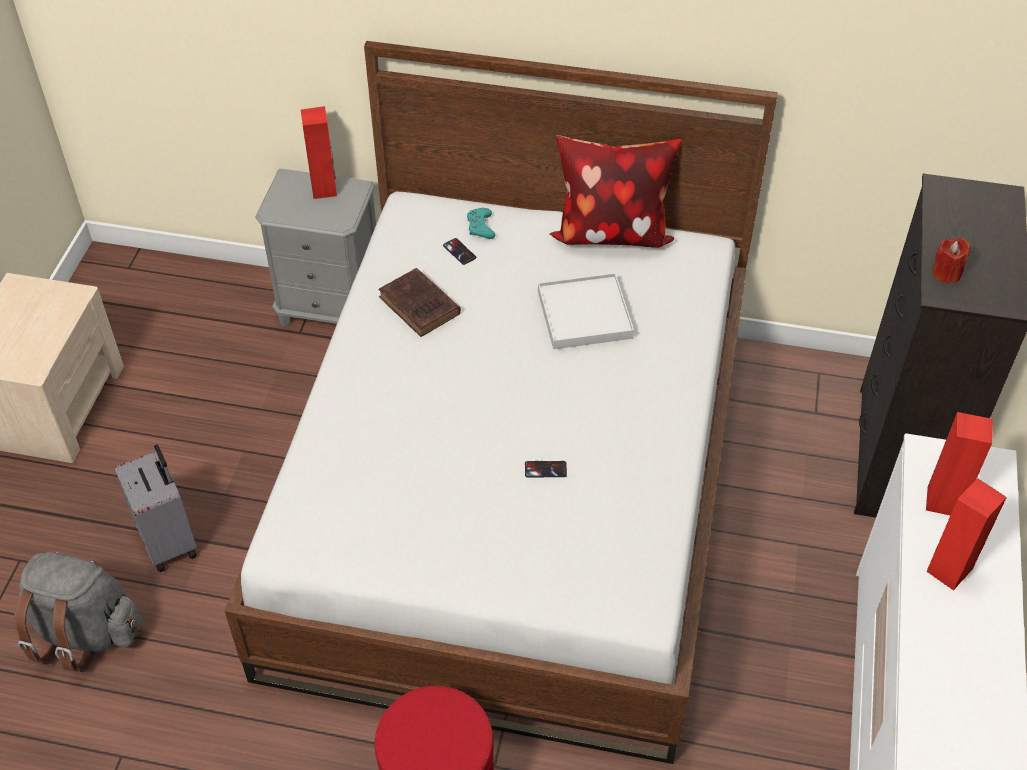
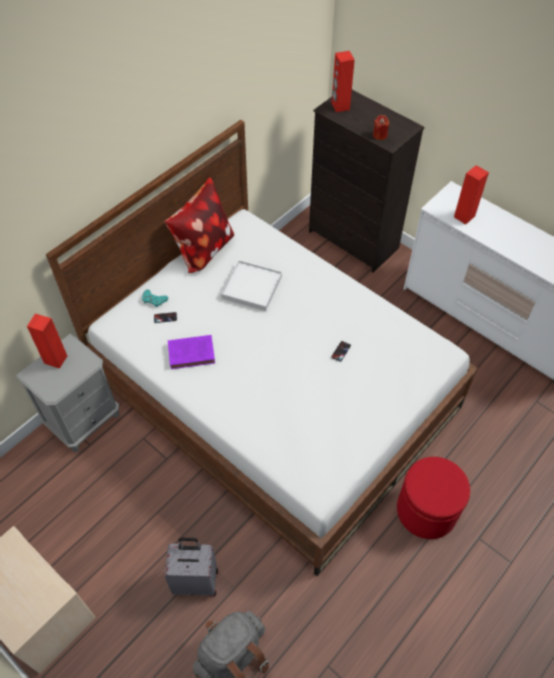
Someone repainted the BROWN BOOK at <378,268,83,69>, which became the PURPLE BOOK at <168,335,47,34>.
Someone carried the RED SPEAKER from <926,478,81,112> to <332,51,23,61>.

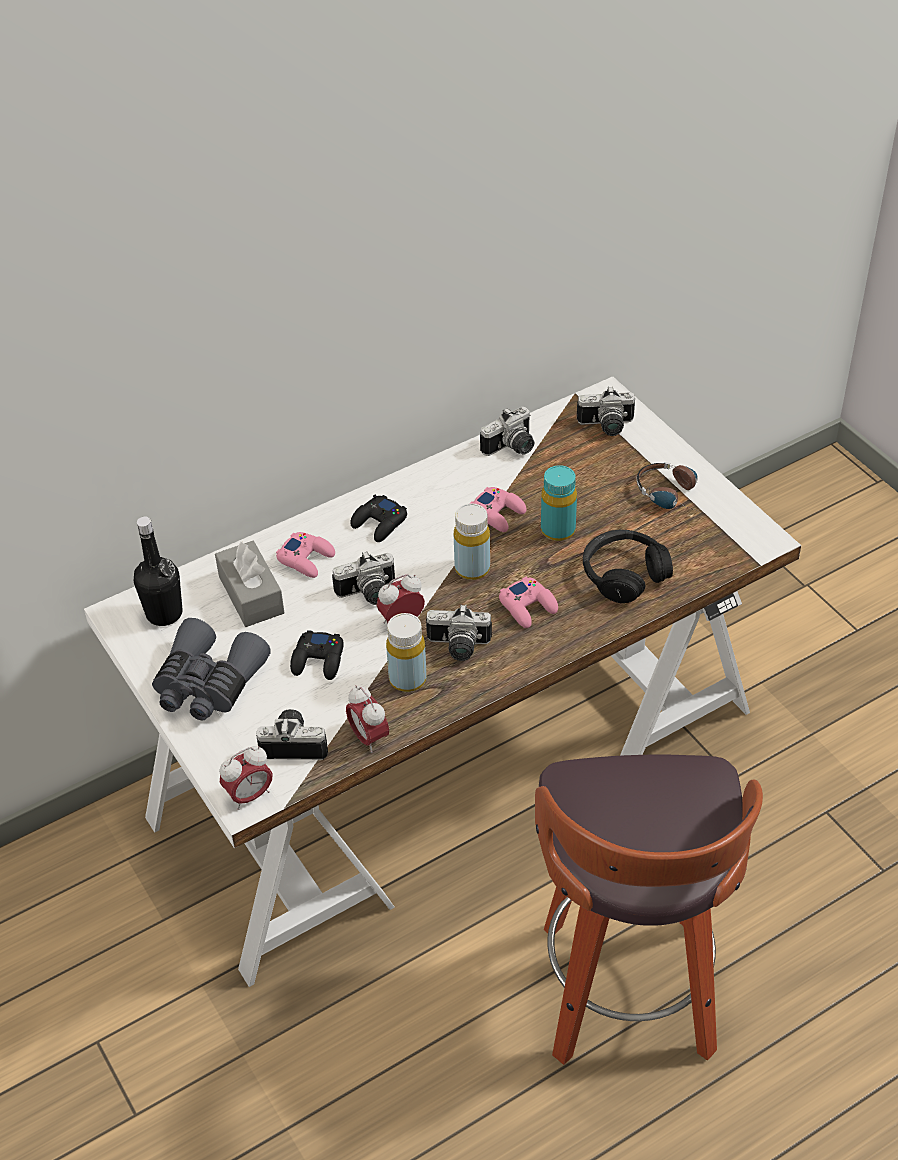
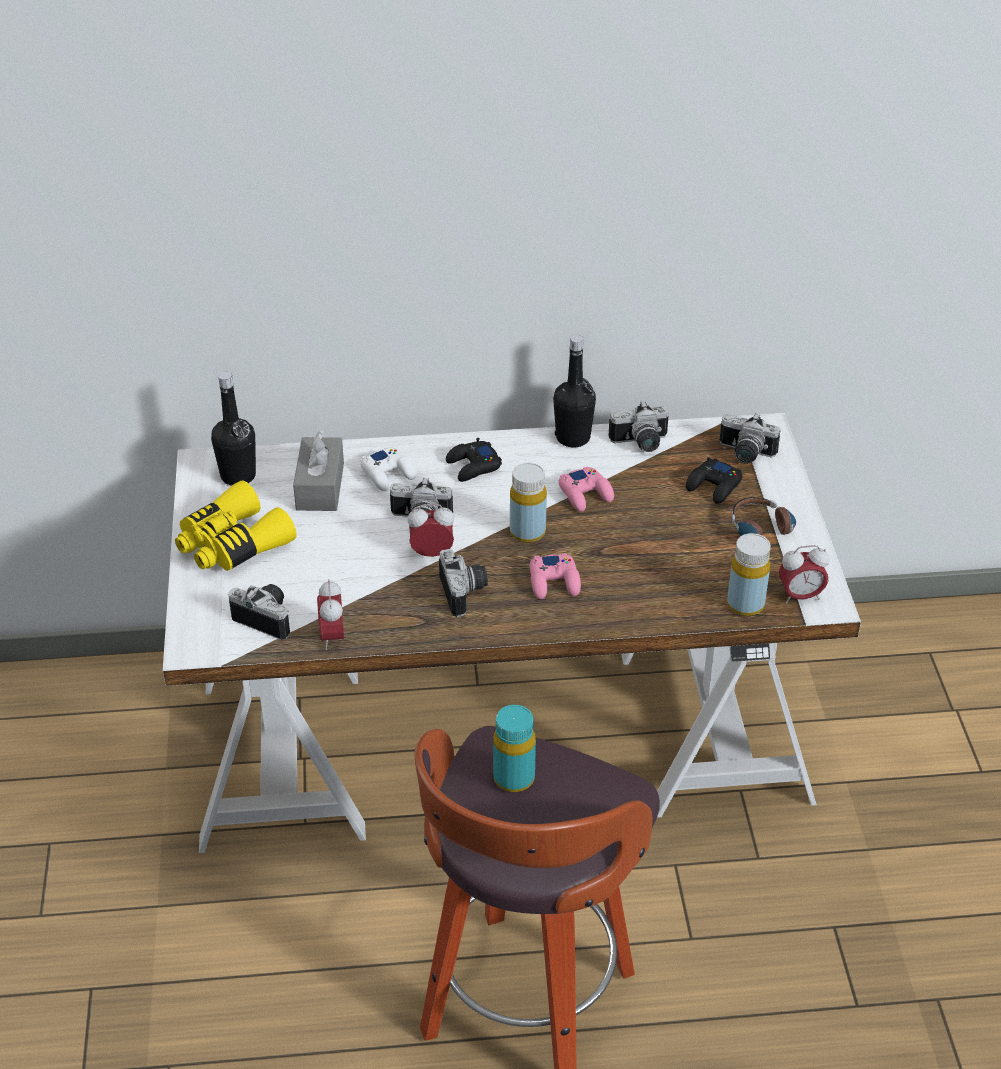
Someone carried the TURQUOISE BOTTLE from <541,465,36,76> to <493,705,43,87>.
Someone took away the BLACK HEADPHONES at <583,530,90,73>.
Someone repainted the PINK GAME CONTROLLER at <276,532,59,46>, which became the WHITE GAME CONTROLLER at <360,447,56,44>.
Someone rotated the PHOTO CAMERA at <426,604,66,57> by 135 degrees counterclockwise.
Someone carried the YELLOW BOTTLE from <386,613,41,79> to <727,533,44,83>.
Someone repainted the GREY BINOCULARS at <152,618,119,103>, which became the YELLOW BINOCULARS at <175,480,121,91>.
Someone carried the BLACK GAME CONTROLLER from <290,630,54,50> to <686,457,56,47>.
Someone carried the ALARM CLOCK from <220,746,53,64> to <779,545,50,58>.
Someone put down the BLACK BOTTLE at <553,335,43,112>.

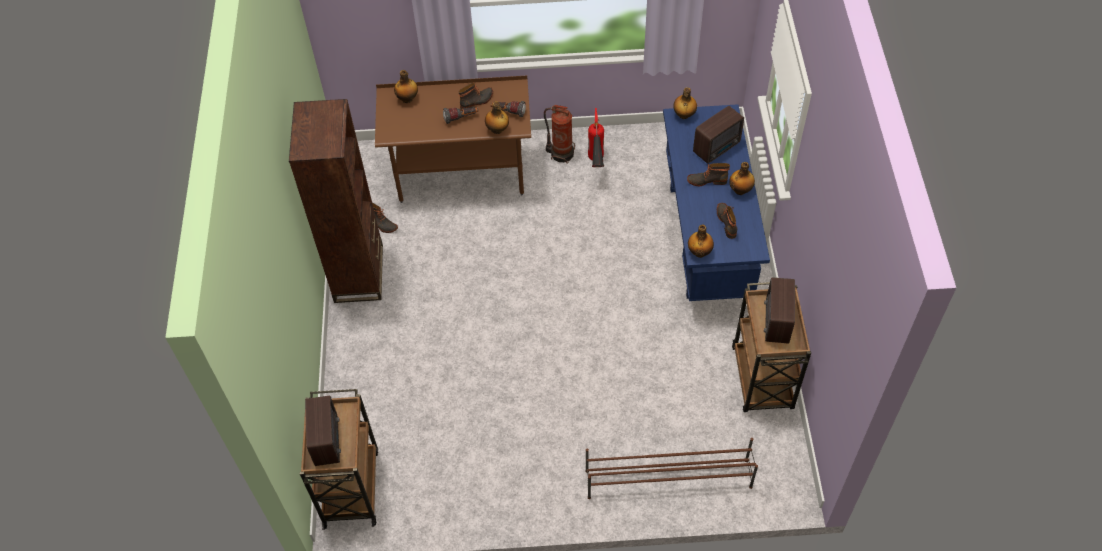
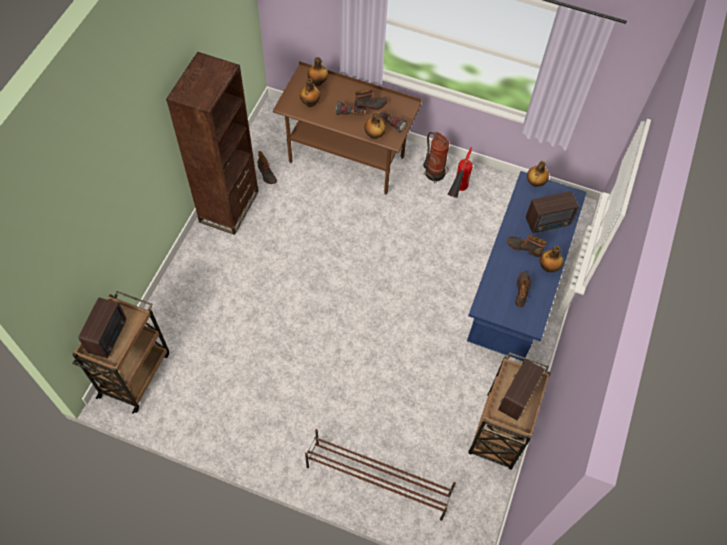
Someone carried the BOTTLE from <688,225,26,33> to <300,78,20,29>.

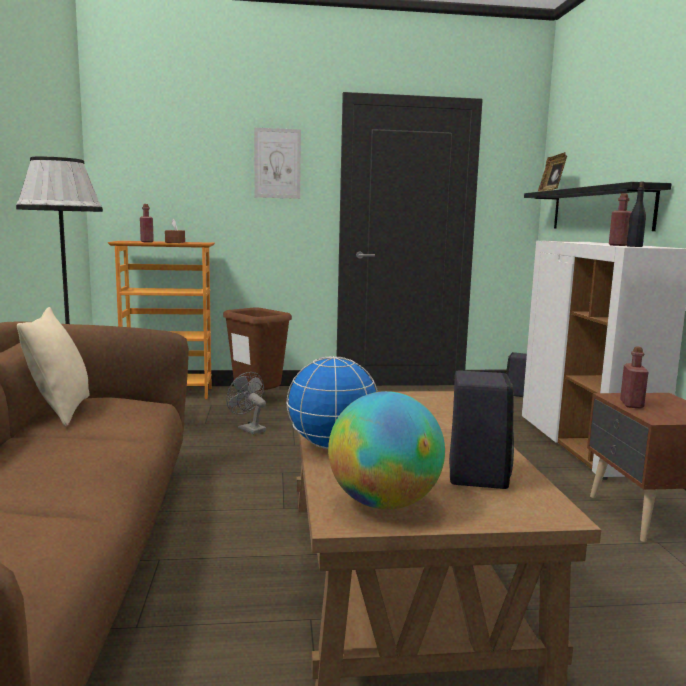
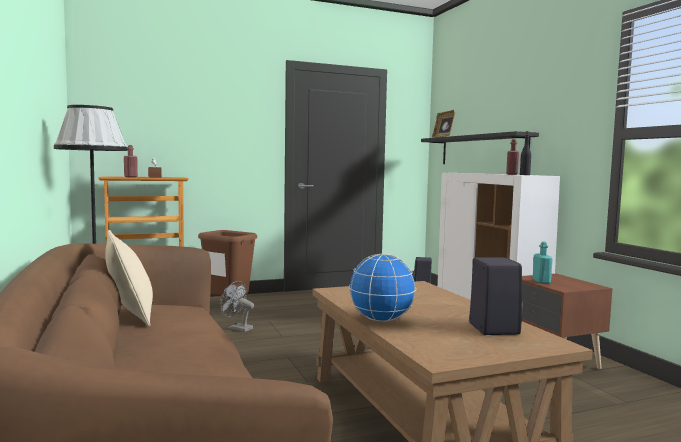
Someone took away the PICTURE at <254,128,47,71>.
Someone repainted the RED BOTTLE at <620,346,28,63>, which became the TURQUOISE BOTTLE at <533,242,20,42>.
Someone took away the GLOBE at <328,391,117,119>.

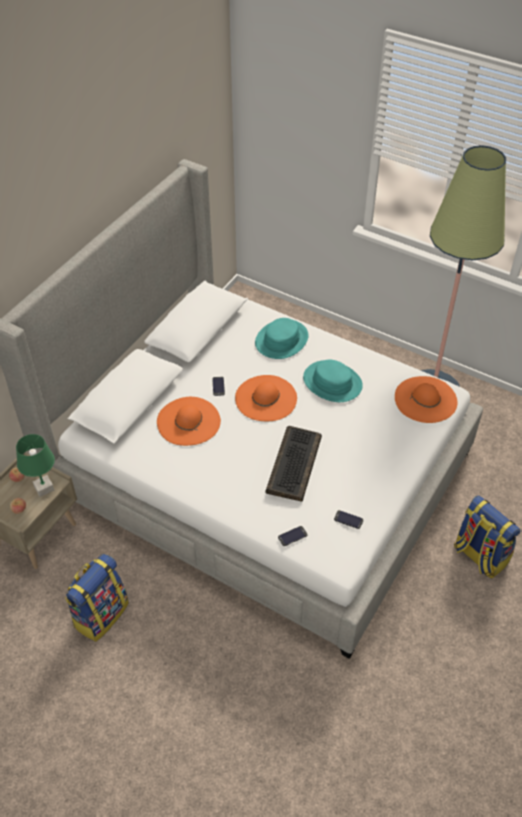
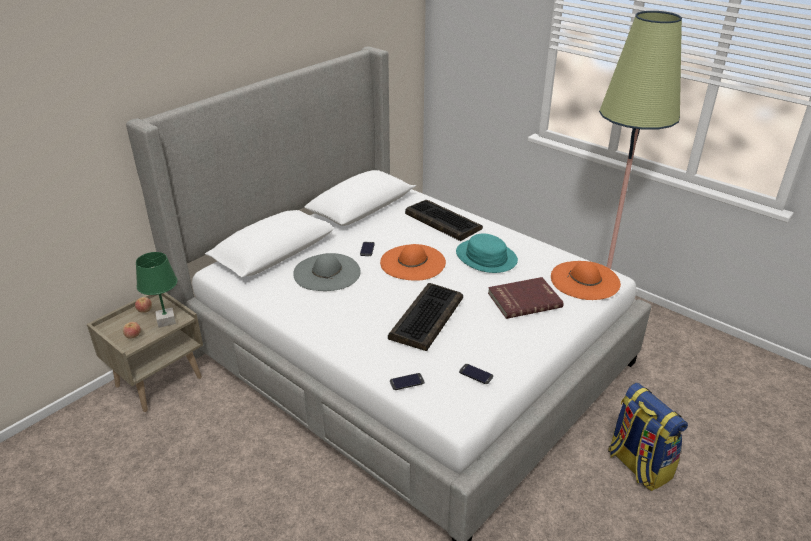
Someone swapped the TURQUOISE HAT at <255,318,54,41> for the KEYBOARD at <405,200,78,41>.
Someone repainted the ORANGE HAT at <157,397,64,49>, which became the GREY HAT at <293,253,68,38>.
Someone took away the BACKPACK at <65,554,64,88>.
Someone put down the RED BOOK at <488,277,76,42>.

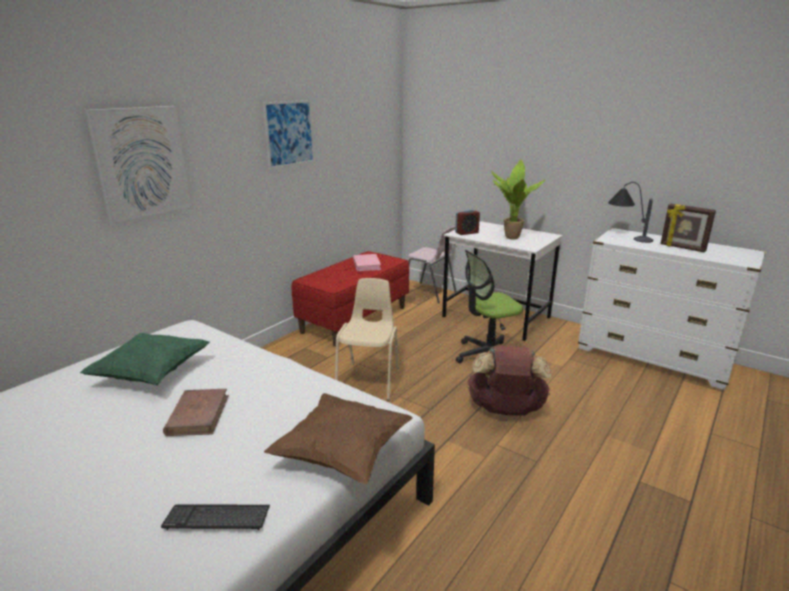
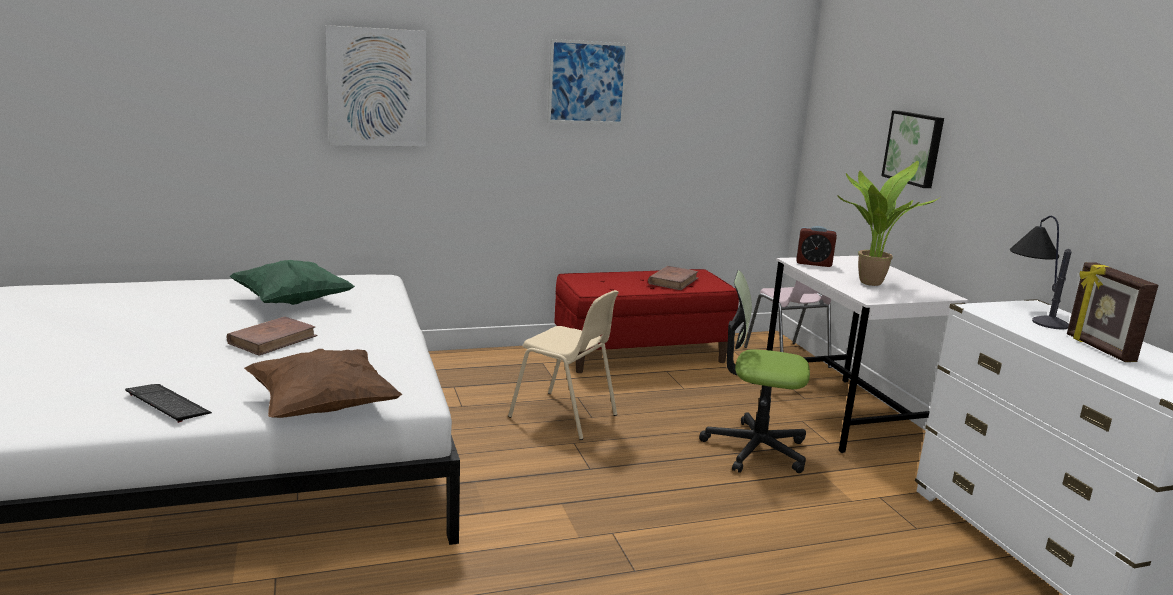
Someone repainted the PINK BOOK at <353,254,28,17>, which became the BROWN BOOK at <648,266,50,24>.
Someone rotated the BEIGE CHAIR at <335,278,64,122> by 75 degrees clockwise.
Someone took away the BROWN BACKPACK at <467,345,84,71>.
Someone put up the PICTURE at <881,110,63,78>.

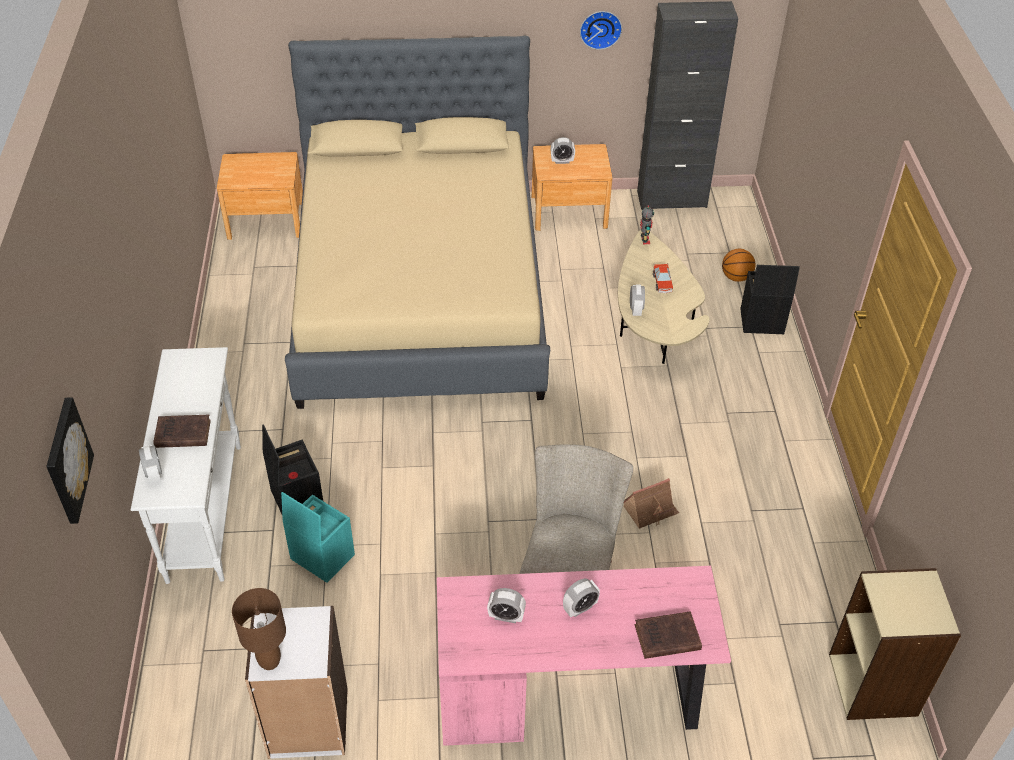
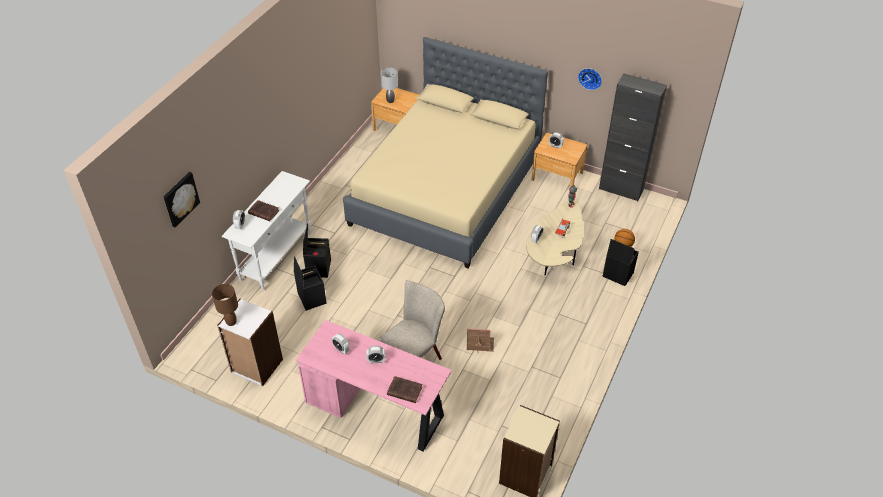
Someone repainted the TURQUOISE STORAGE BOX at <281,492,74,91>, which became the BLACK STORAGE BOX at <294,256,33,55>.
Someone put down the GREY TABLE LAMP at <381,68,17,35>.

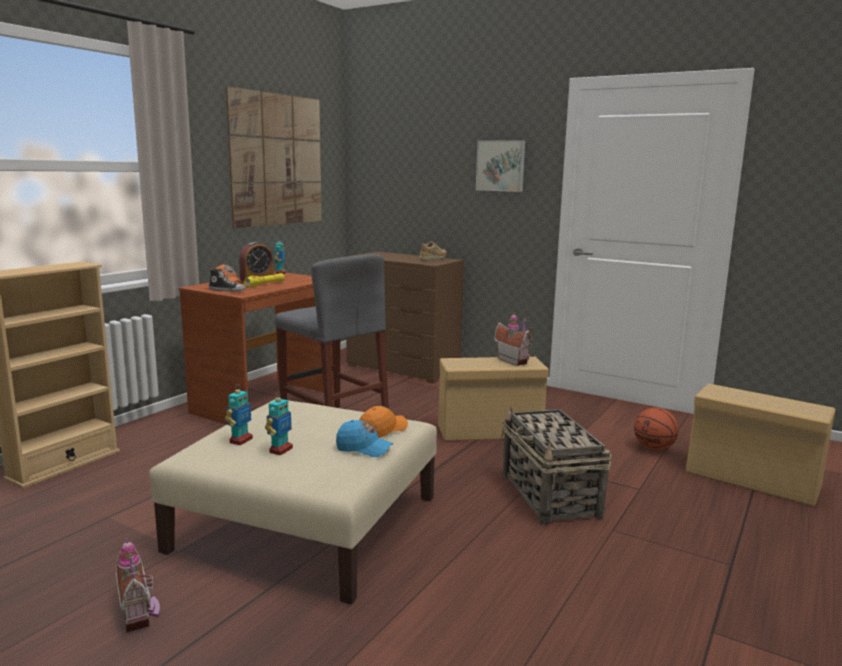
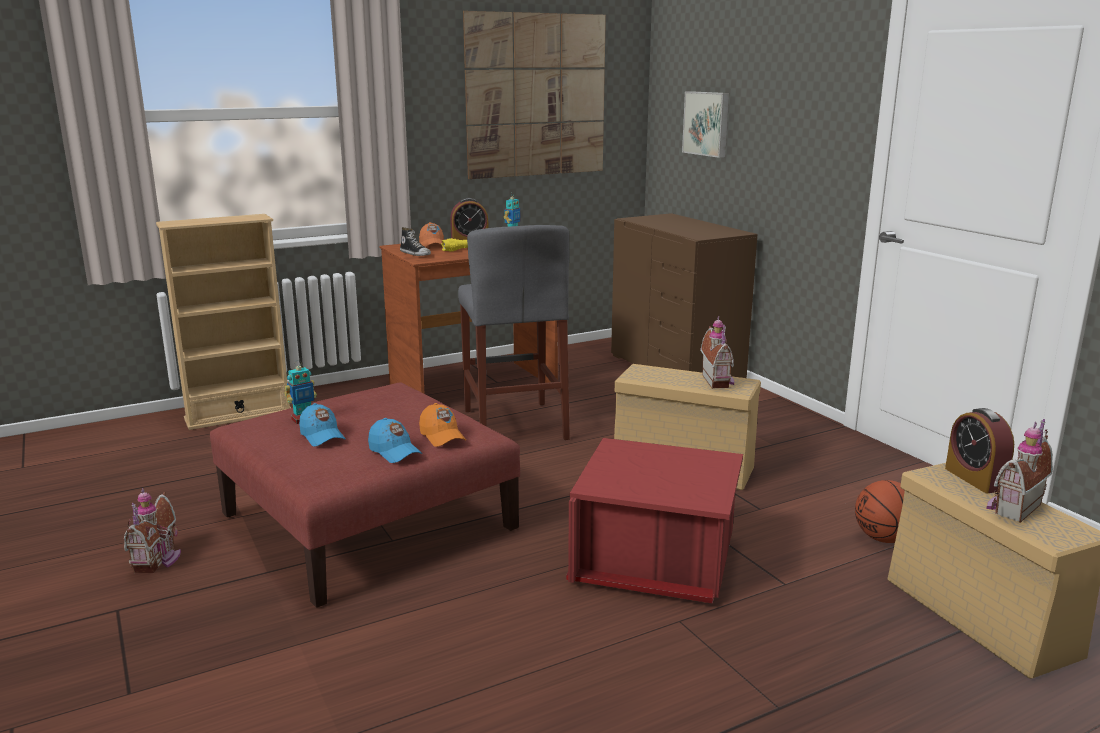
Someone carried the PICTURE from <476,140,49,52> to <682,91,47,67>.
Someone took away the BEIGE SHOE at <419,242,28,19>.
Someone swapped the TOY ROBOT at <265,392,28,64> for the BLUE CAP at <299,403,47,44>.
Someone repainted the BEIGE OTTOMAN at <149,399,288,205>, which became the RED OTTOMAN at <210,382,310,226>.
Someone rotated the ORANGE CAP at <360,406,48,32> by 75 degrees clockwise.
Someone swapped the BASKET at <501,406,111,119> for the RED STORAGE BOX at <566,438,177,165>.
Someone put down the ALARM CLOCK at <945,408,69,85>.
Someone put down the TOY HOUSE at <986,419,67,104>.

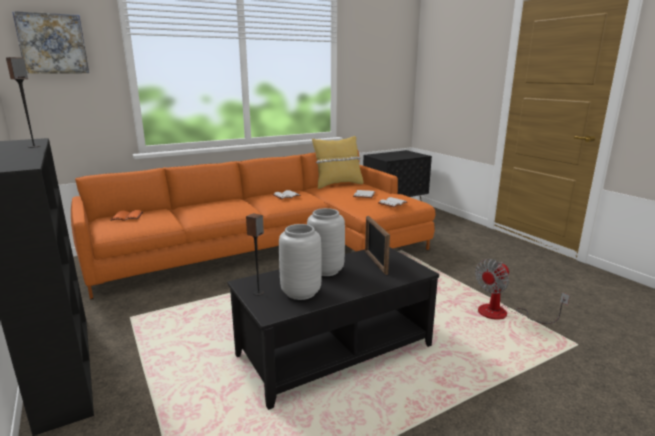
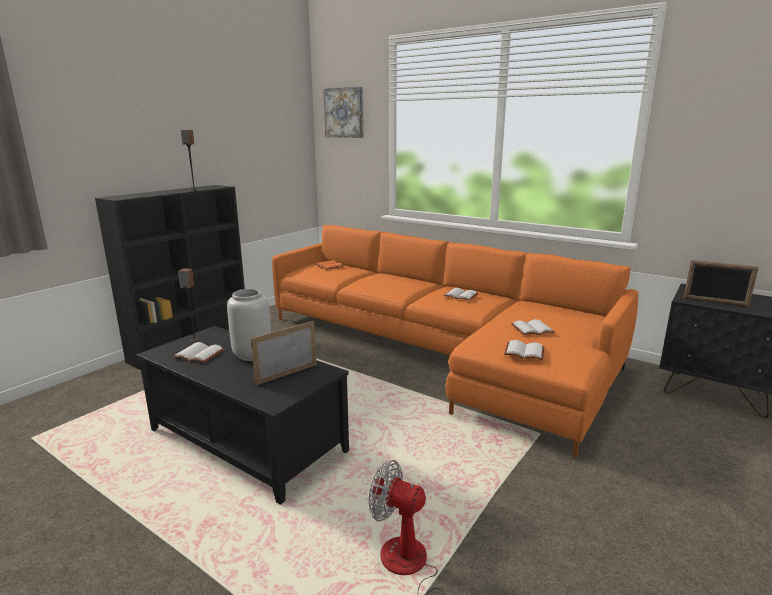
Someone took away the YELLOW PILLOW at <312,136,51,53>.
Someone swapped the GREY VASE at <279,224,43,76> for the WHITE BOOK at <173,342,52,21>.
Someone put down the PICTURE FRAME at <684,260,75,47>.

